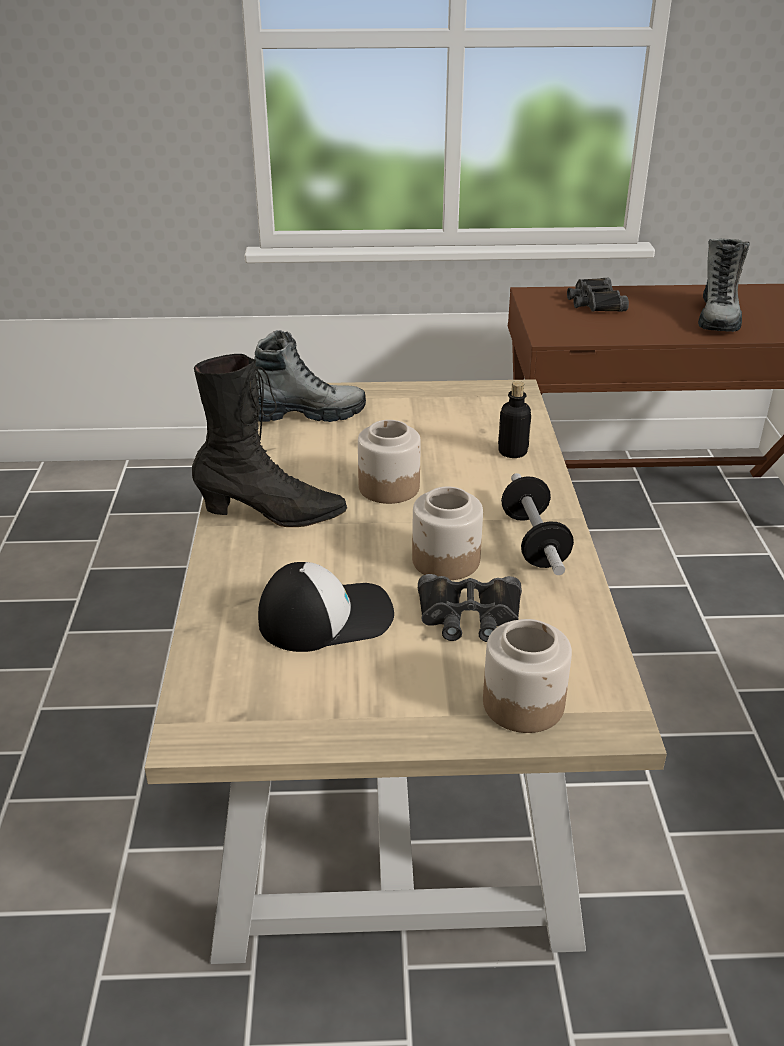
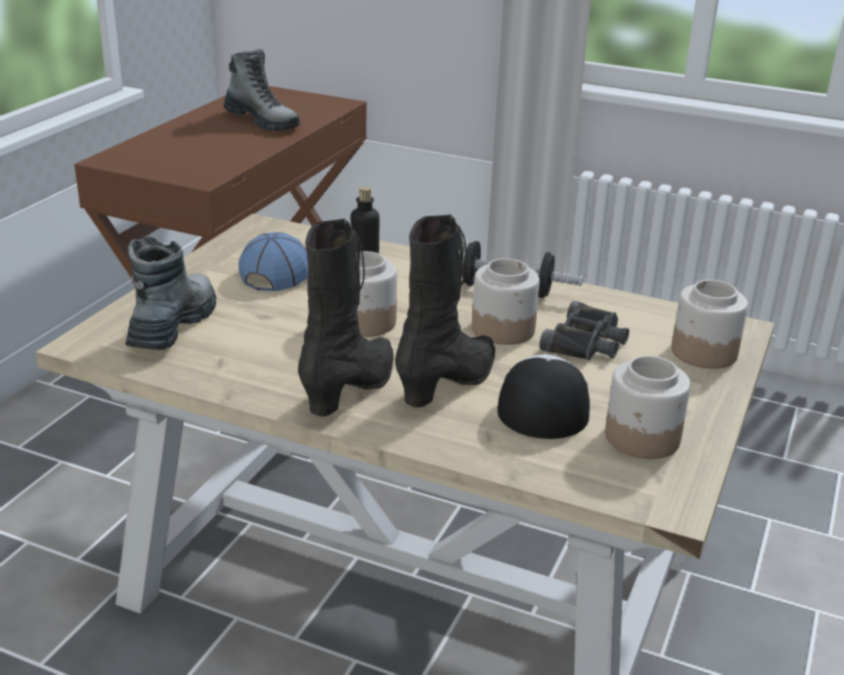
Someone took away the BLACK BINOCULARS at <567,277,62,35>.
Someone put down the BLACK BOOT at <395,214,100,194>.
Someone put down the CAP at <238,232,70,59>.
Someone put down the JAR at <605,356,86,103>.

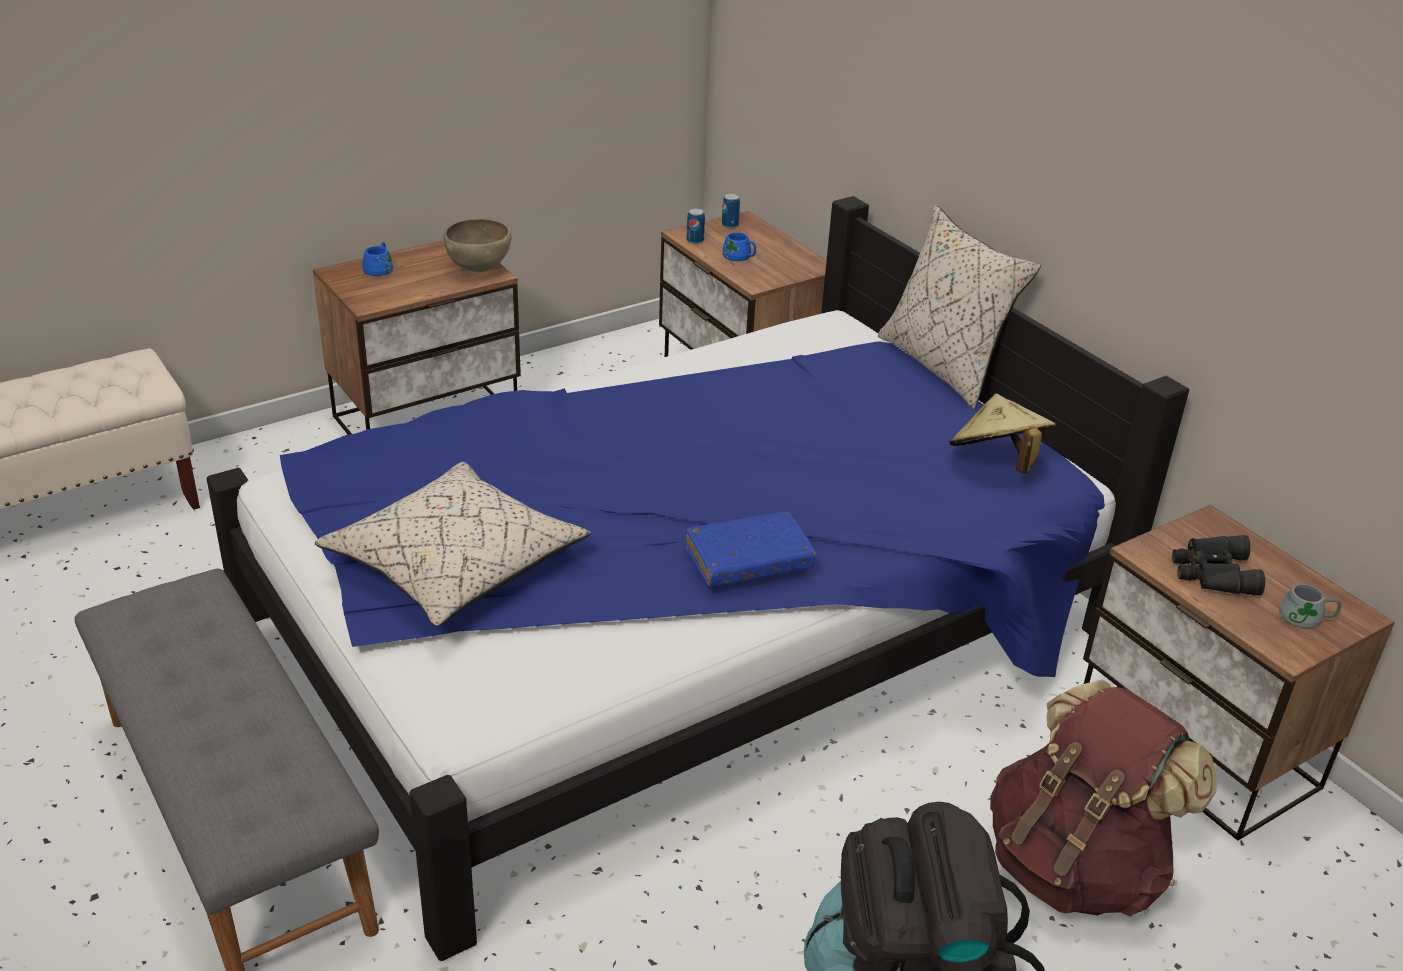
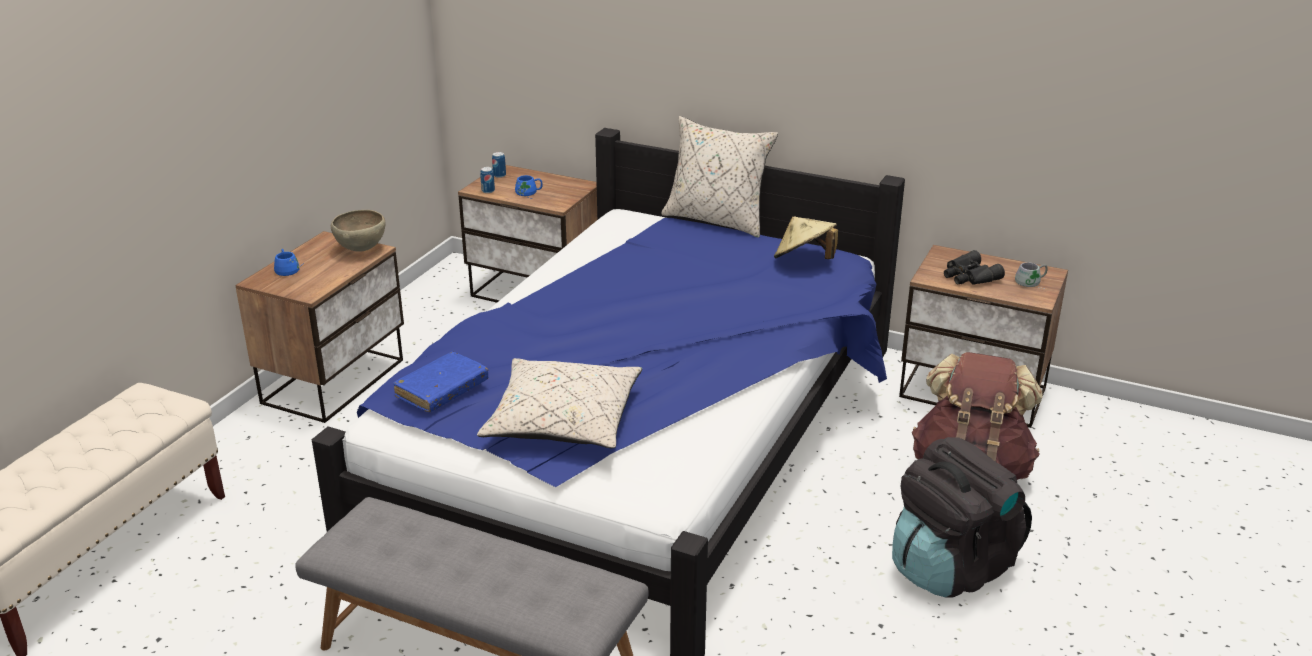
Someone carried the BLUE BOOK from <686,512,130,75> to <393,352,95,60>.

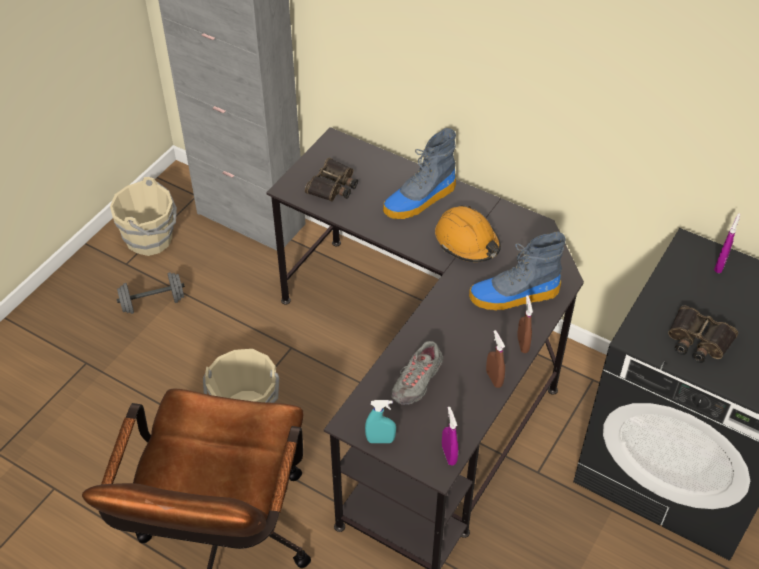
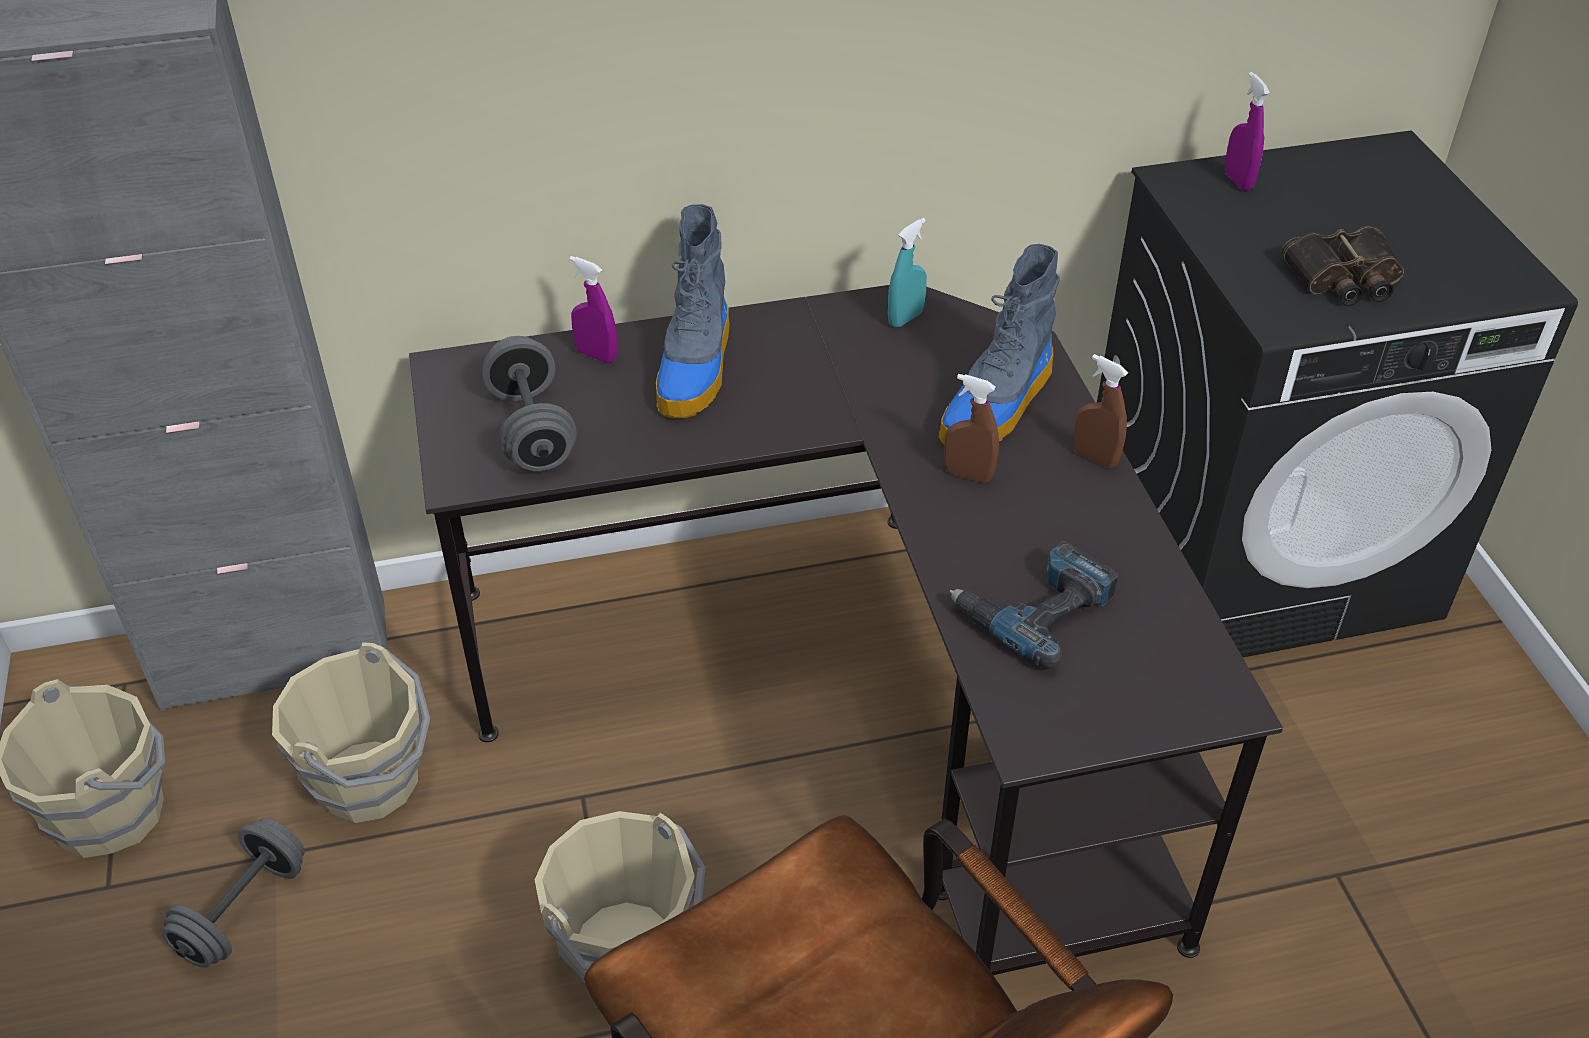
Someone swapped the BINOCULARS at <305,158,53,43> for the GREY DUMBBELL at <481,336,96,135>.
Someone took away the ORANGE HARD HAT at <435,206,66,56>.
Someone carried the BROWN SPRAY BOTTLE from <486,330,19,58> to <944,374,55,109>.
Someone swapped the GREY SHOE at <391,341,52,64> for the POWER DRILL at <950,541,168,128>.
Someone carried the TURQUOISE SPRAY BOTTLE from <365,400,31,43> to <888,218,39,109>.
Someone carried the PURPLE SPRAY BOTTLE from <442,407,16,59> to <569,256,48,107>.
Someone put down the BEIGE BUCKET at <272,642,158,181>.

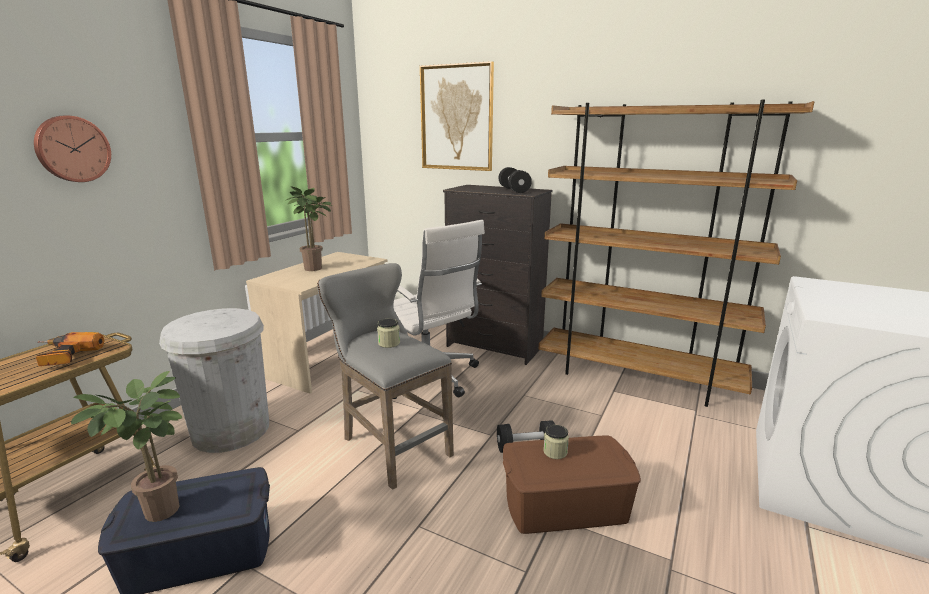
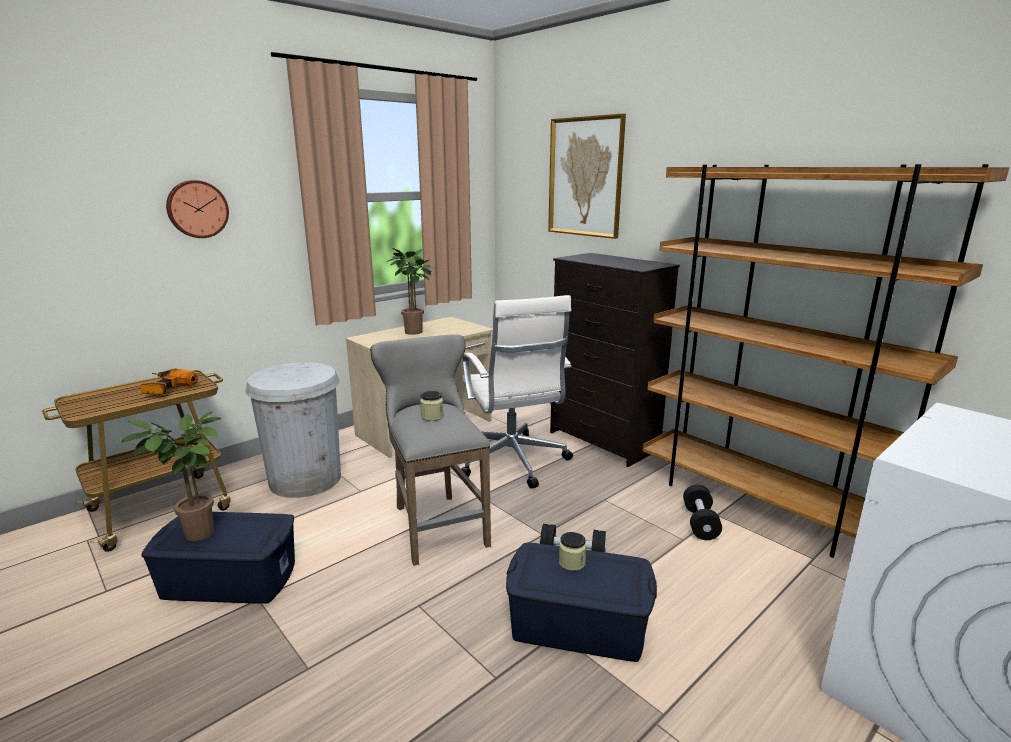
Someone carried the BLACK DUMBBELL from <499,167,33,26> to <683,485,39,55>.
Someone repainted the BROWN STORAGE BOX at <503,435,138,99>, which became the BLUE STORAGE BOX at <506,542,151,120>.

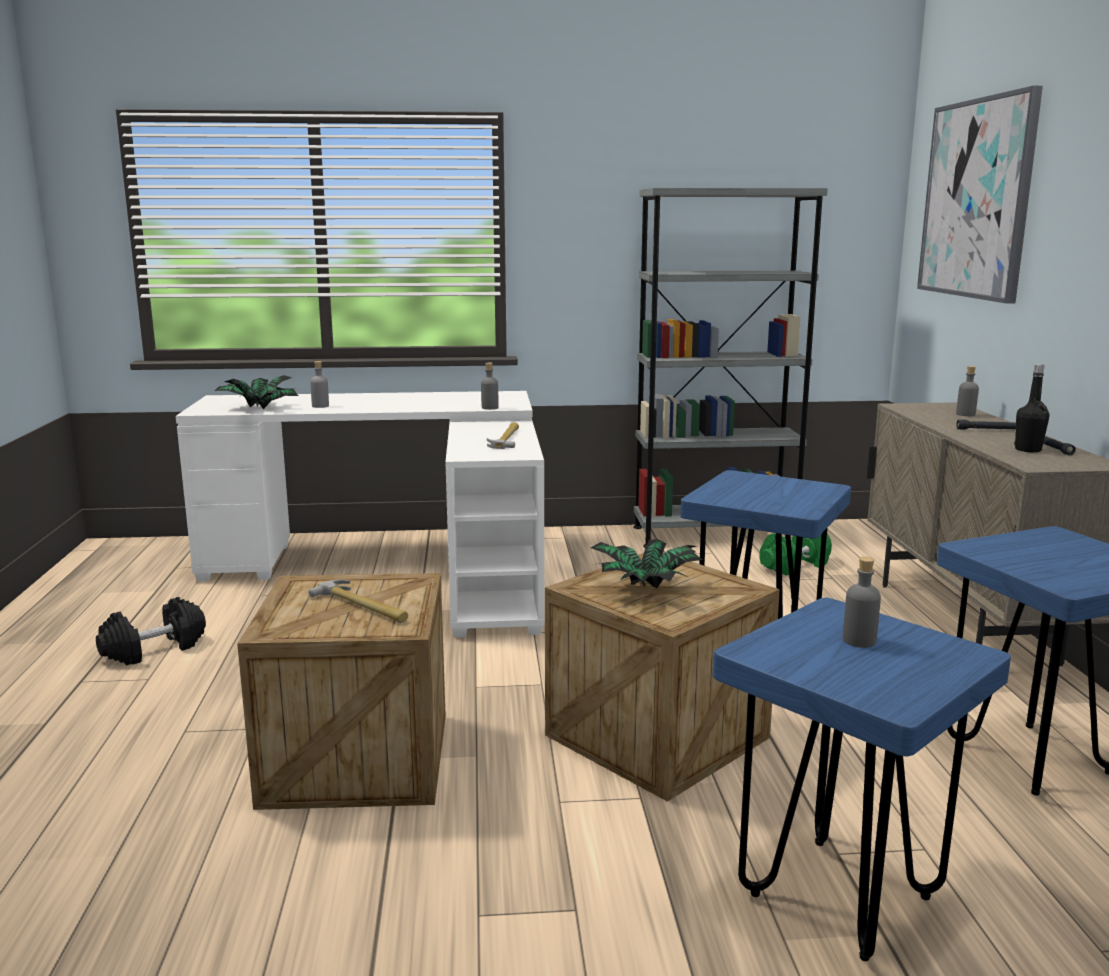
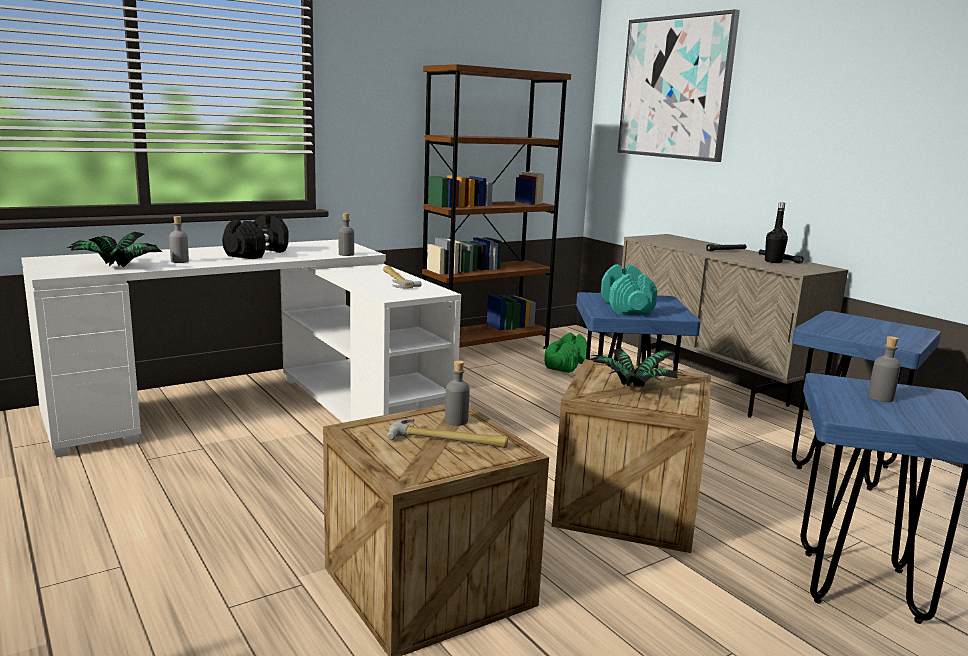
Someone repainted the GREY BOOKCASE at <633,188,195,360>, which became the BROWN BOOKCASE at <422,64,149,285>.
Someone carried the GREY BOTTLE from <956,366,23,50> to <445,360,25,66>.
Someone carried the BLACK DUMBBELL from <96,597,110,69> to <222,214,67,45>.
Someone put down the TURQUOISE DUMBBELL at <601,264,56,51>.

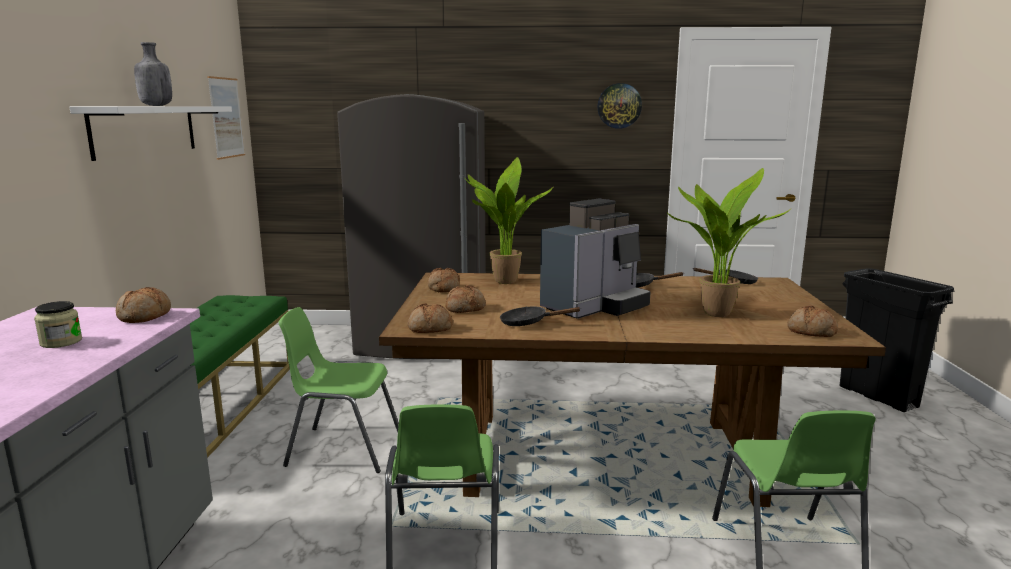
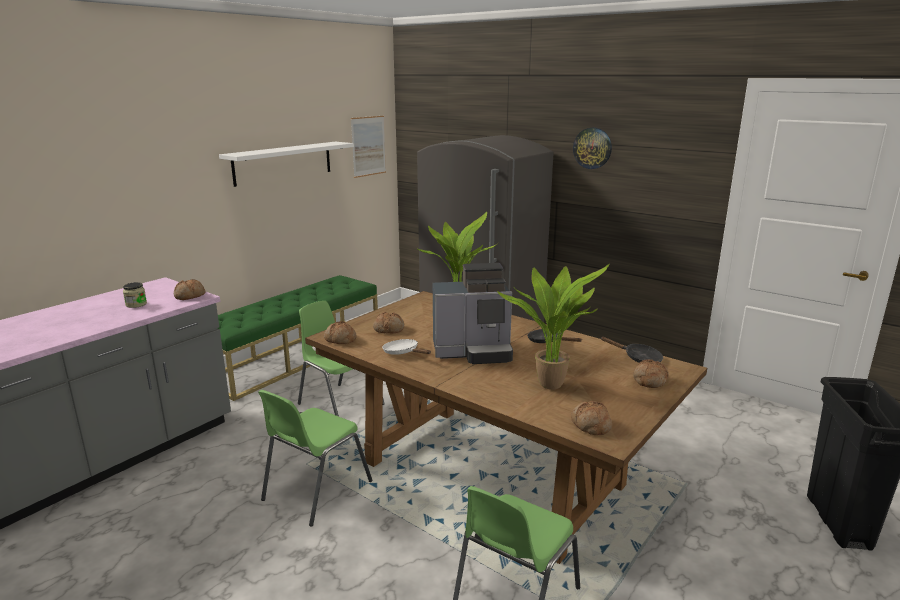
Someone took away the GREY BOTTLE at <134,42,38,64>.
Someone carried the WALL CLOCK from <597,83,45,46> to <573,127,39,42>.
Someone carried the BREAD from <428,268,32,25> to <633,359,36,29>.
Someone repainted the BLACK FRYING PAN at <500,307,80,19>, which became the WHITE FRYING PAN at <382,339,49,16>.

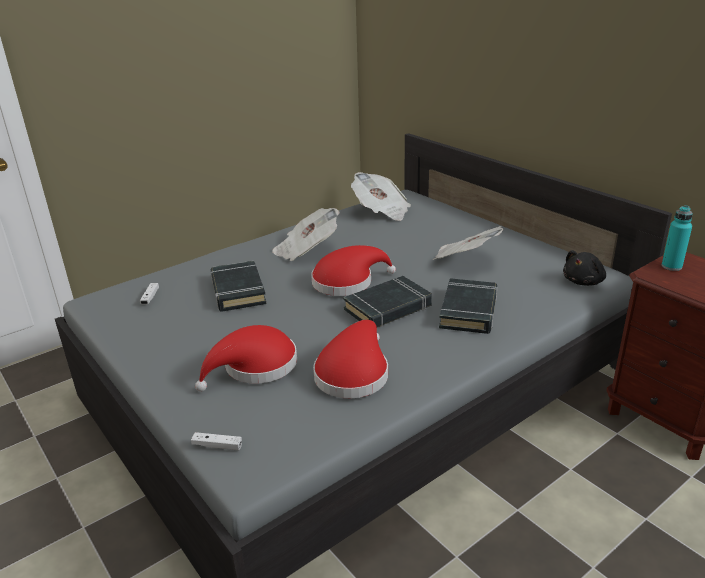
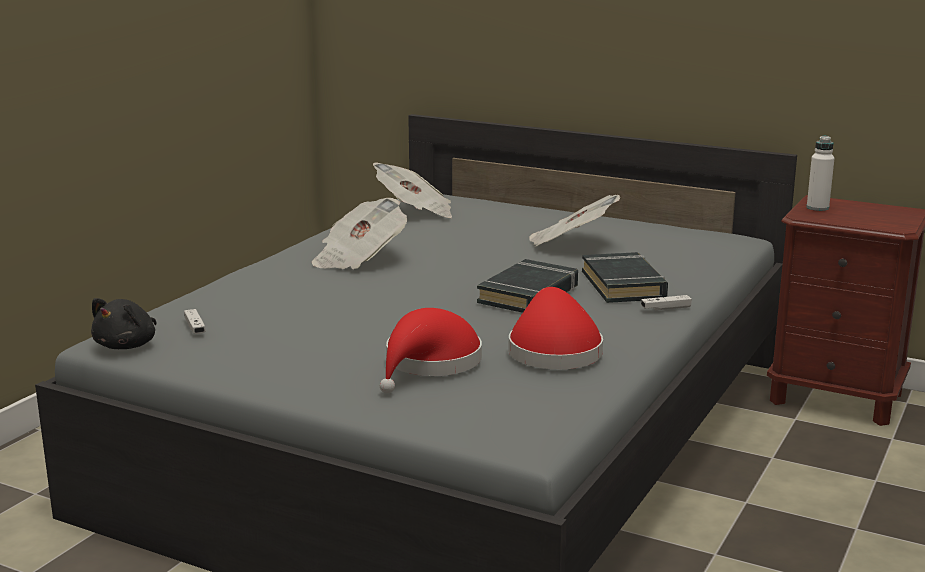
Someone repainted the TURQUOISE BOTTLE at <662,205,31,66>, which became the WHITE BOTTLE at <807,136,28,75>.
Someone took away the RED HAT at <311,245,85,51>.
Someone carried the BLACK PLUSH TOY from <563,250,43,36> to <91,298,66,51>.
Someone took away the BLACK BOOK at <211,261,55,51>.
Someone carried the WHITE GAME CONTROLLER from <191,432,51,18> to <641,295,51,15>.

